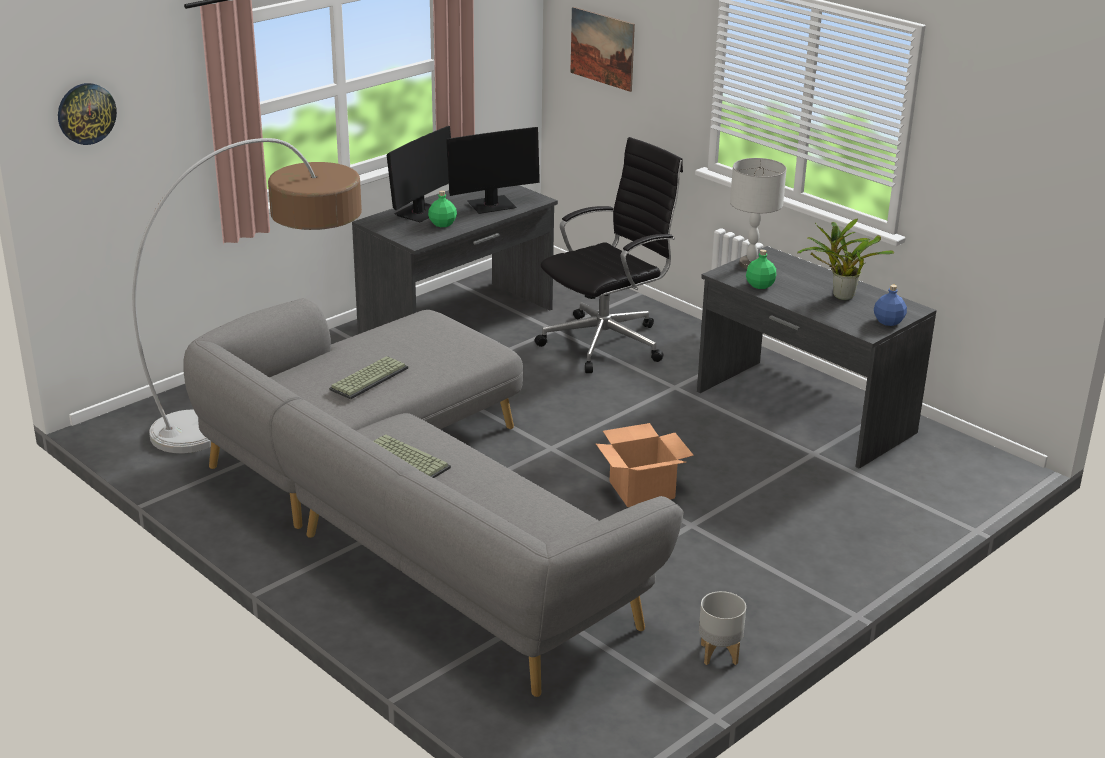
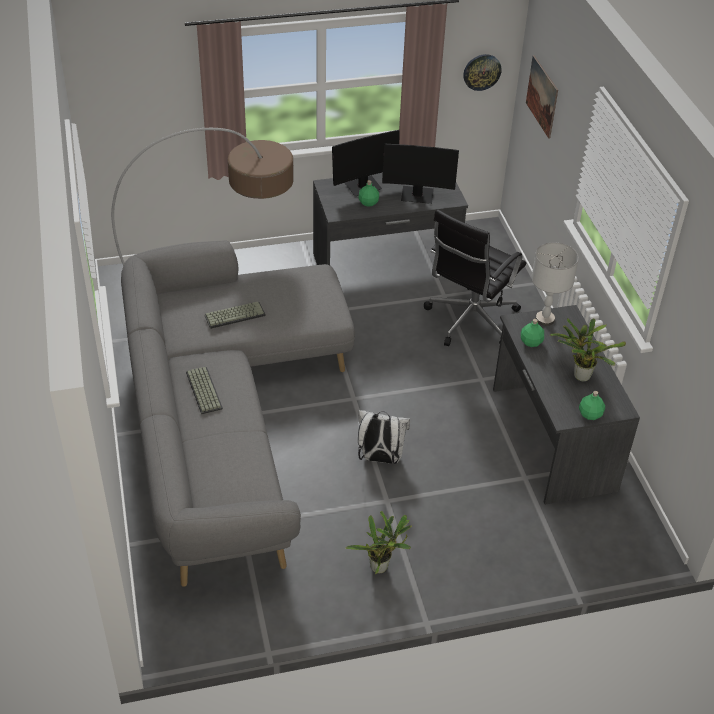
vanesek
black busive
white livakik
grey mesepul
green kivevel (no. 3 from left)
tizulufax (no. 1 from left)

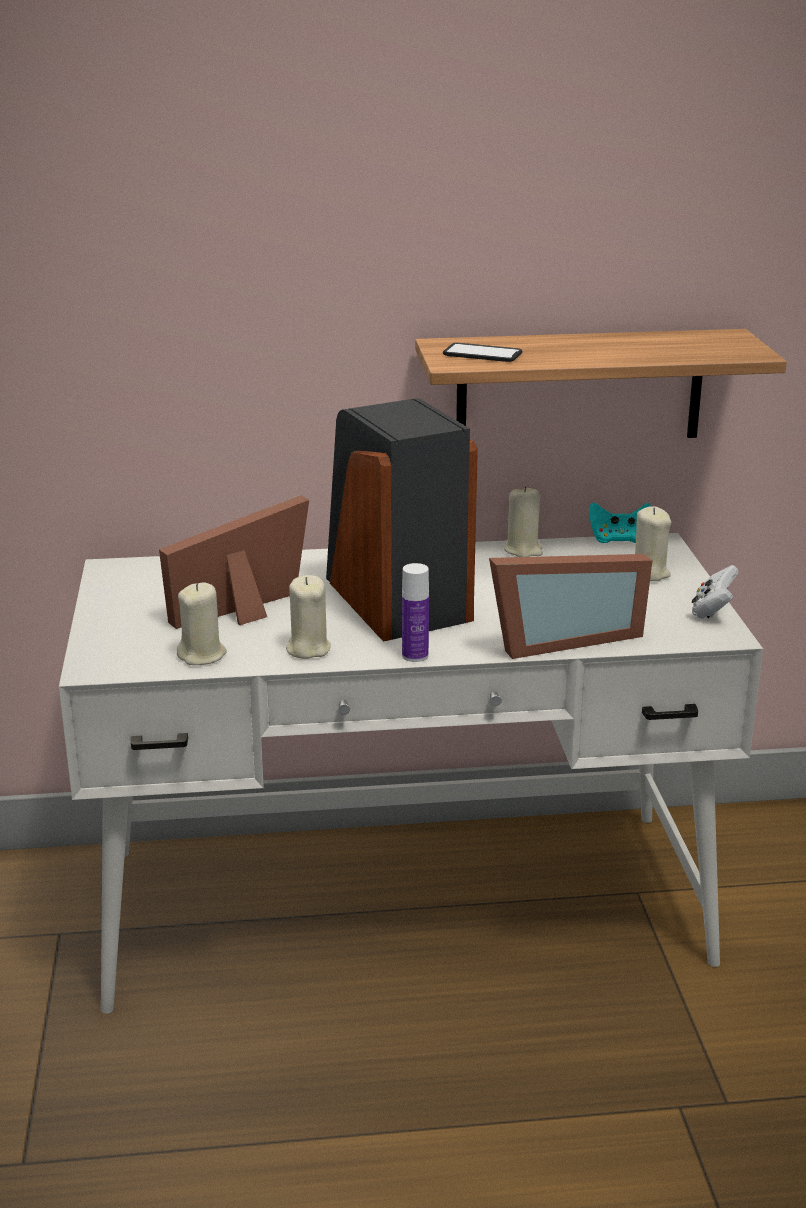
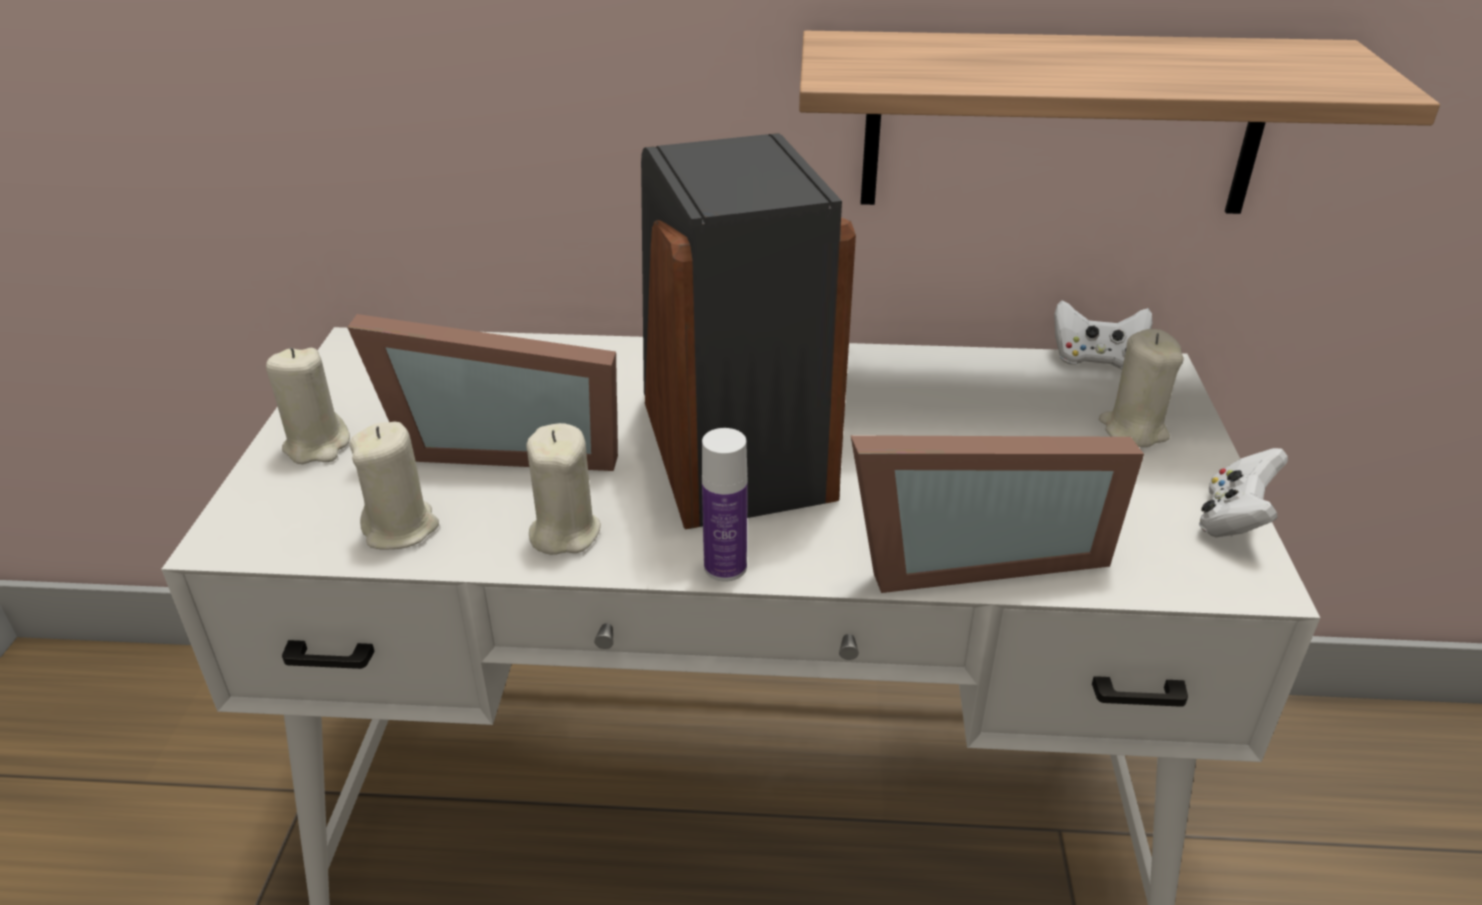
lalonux (no. 1 from left)
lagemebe
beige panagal (no. 1 from left)
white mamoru (no. 1 from left)

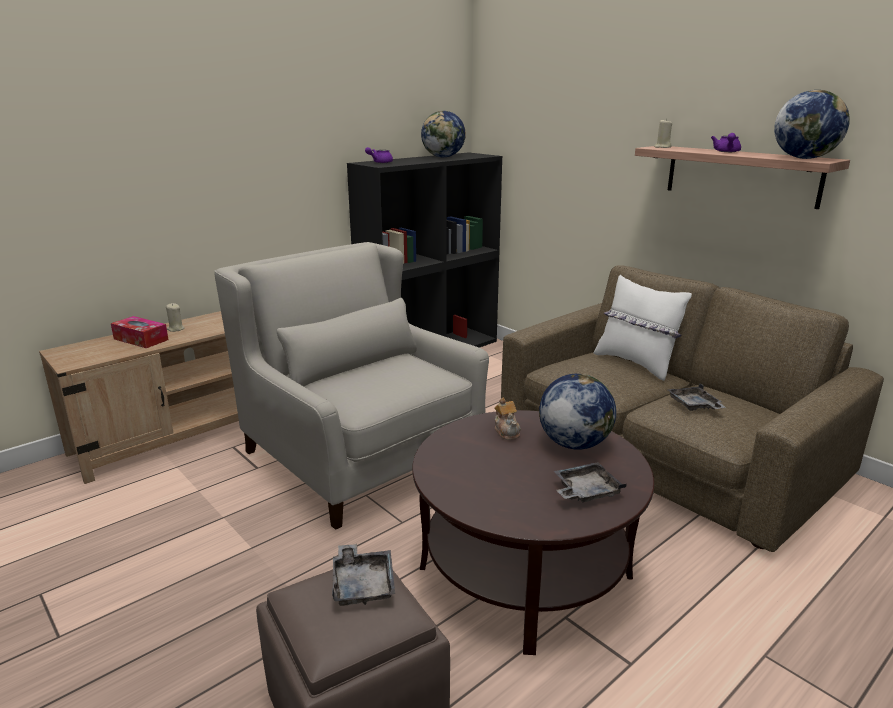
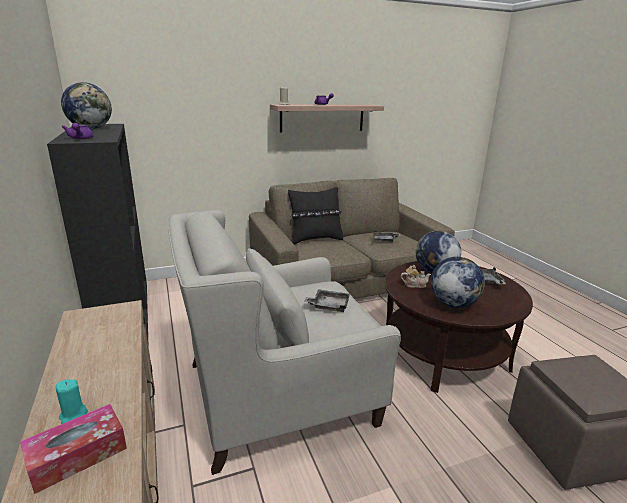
turquoise panagal
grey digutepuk (no. 1 from left)
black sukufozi
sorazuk (no. 3 from left)

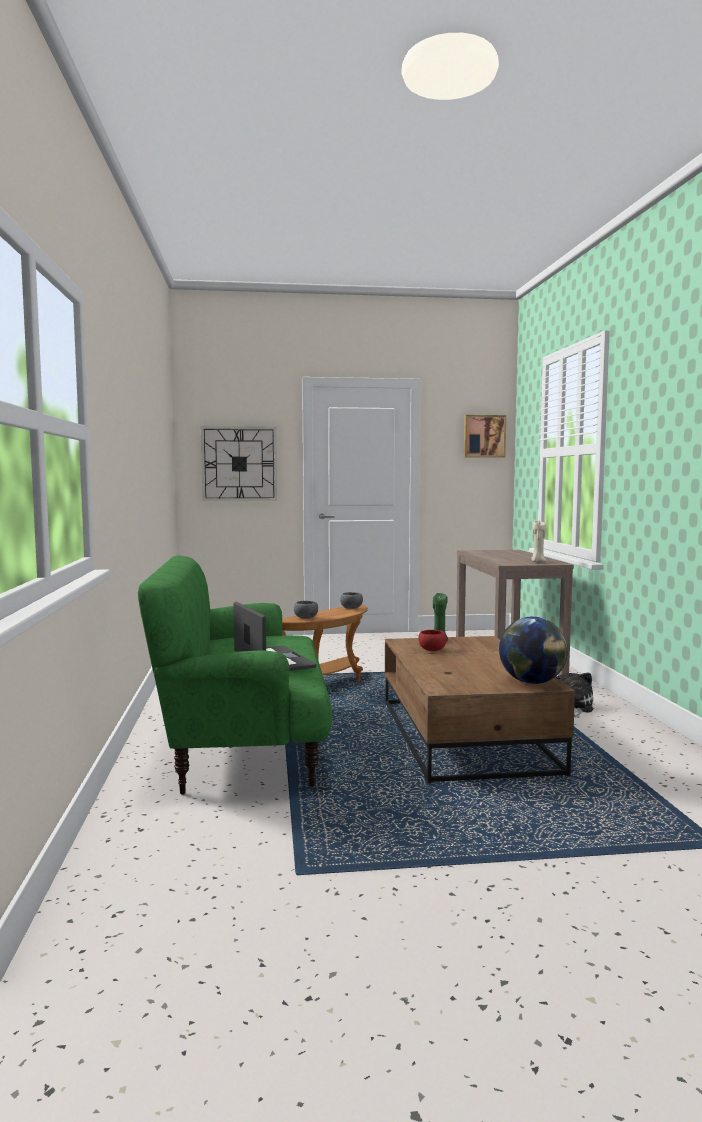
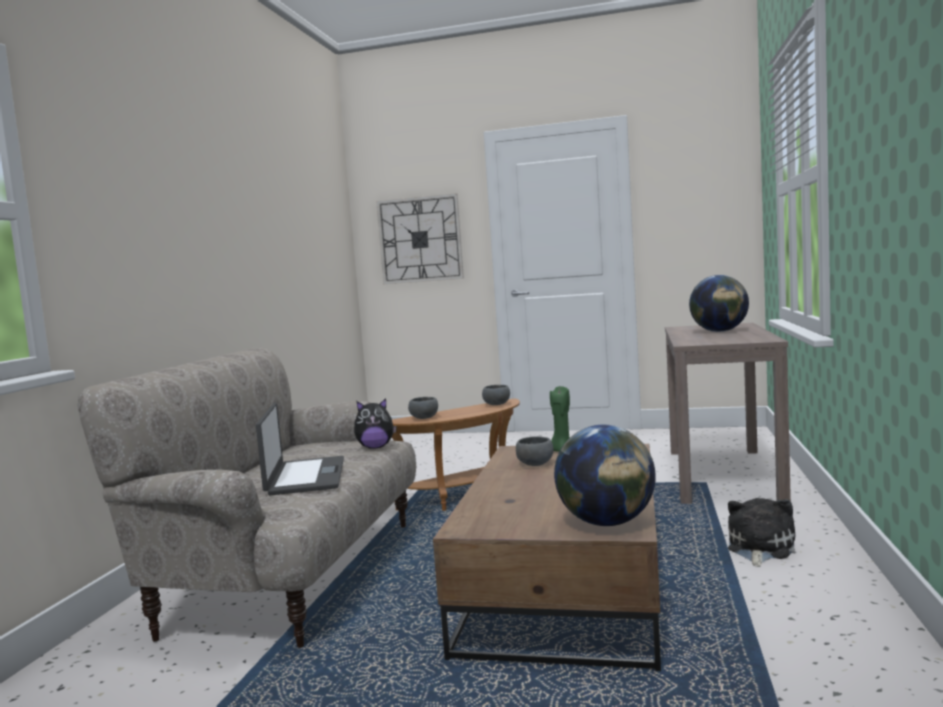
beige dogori
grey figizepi (no. 3 from left)
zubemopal
beige panagal
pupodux (no. 1 from left)
sorazuk (no. 2 from left)

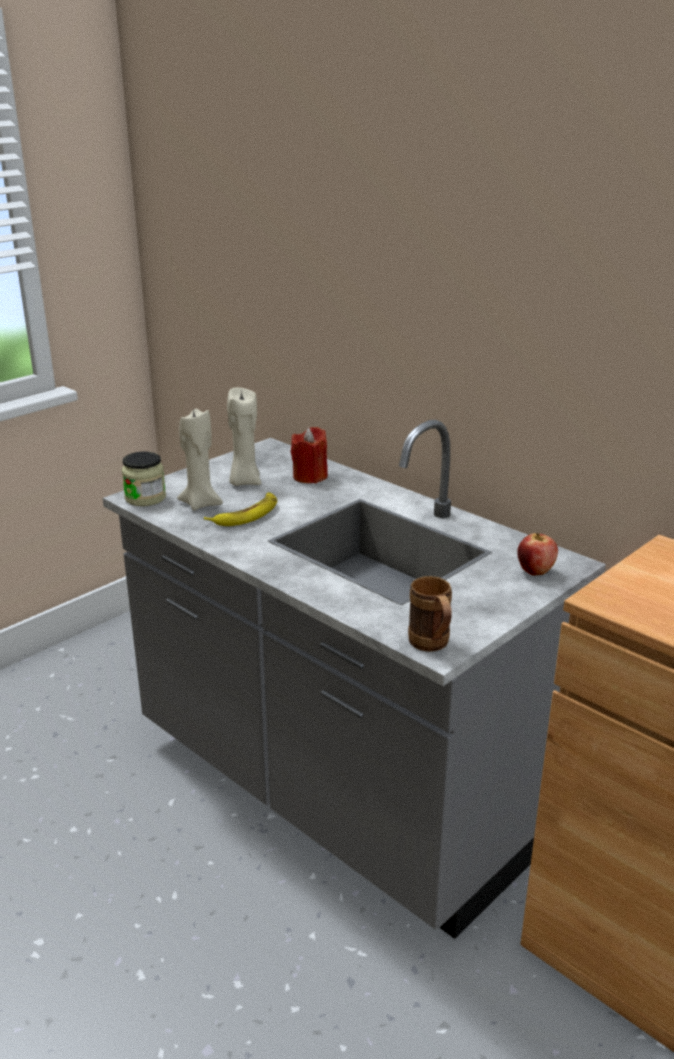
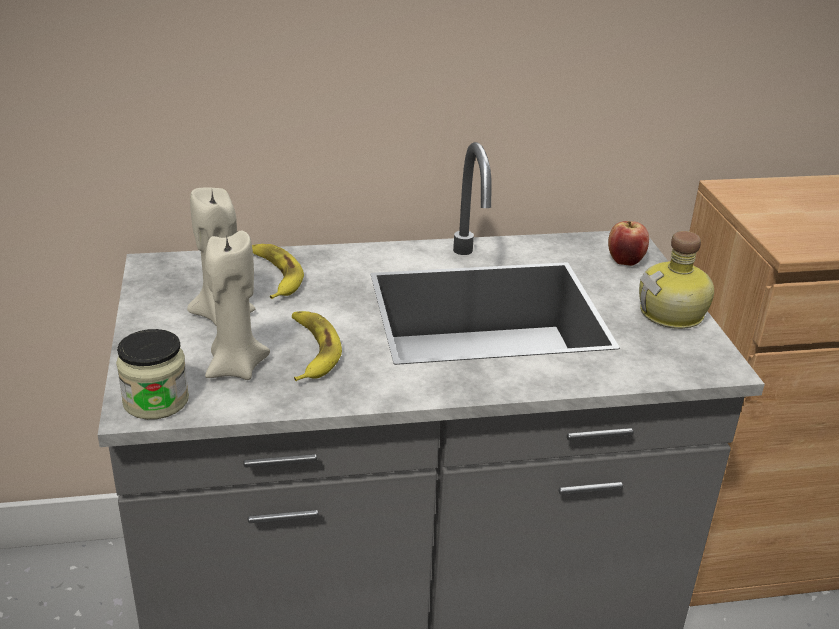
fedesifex (no. 1 from left)
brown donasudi
kivevel

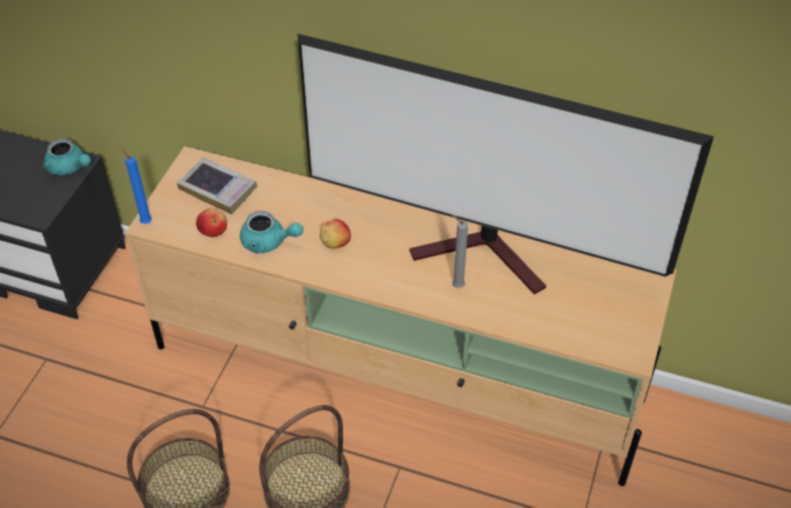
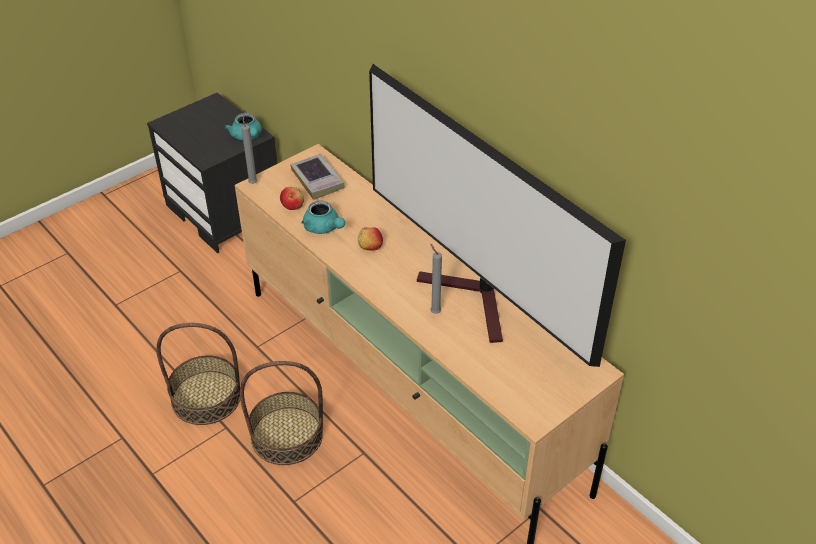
grey panagal (no. 1 from left)

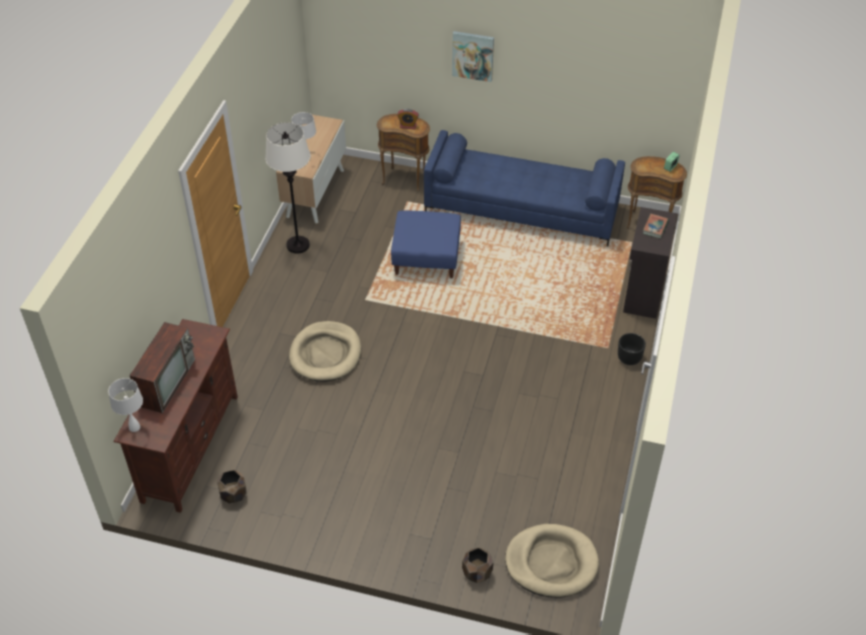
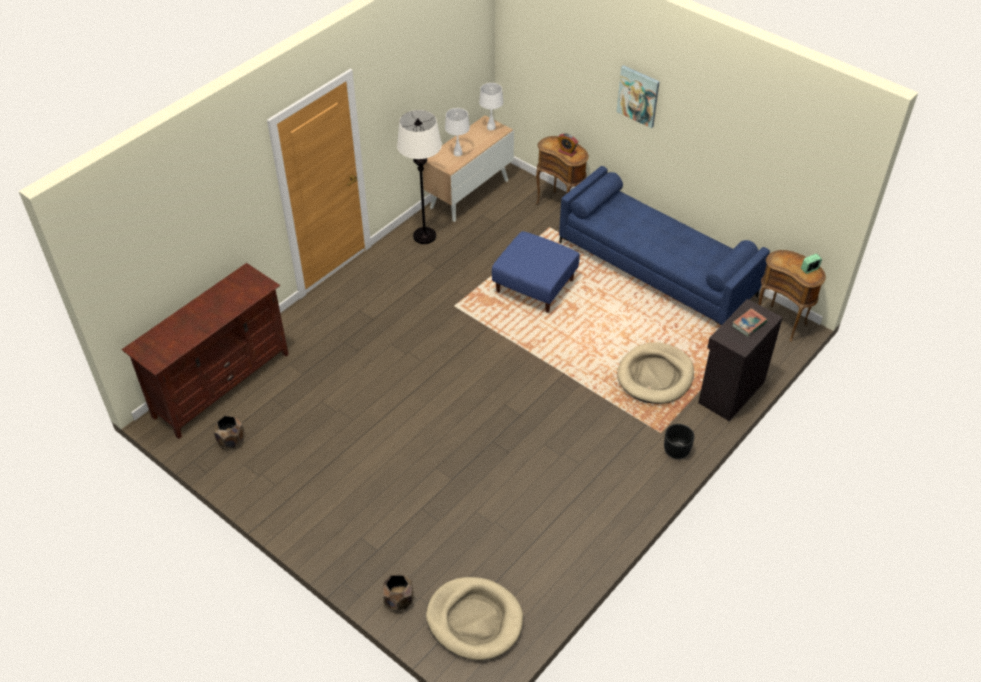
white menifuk (no. 2 from left)
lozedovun
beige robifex (no. 2 from left)

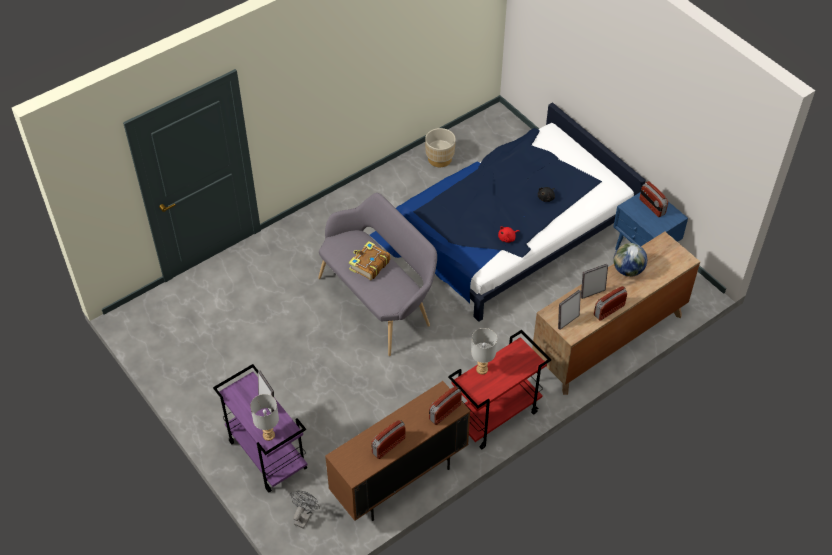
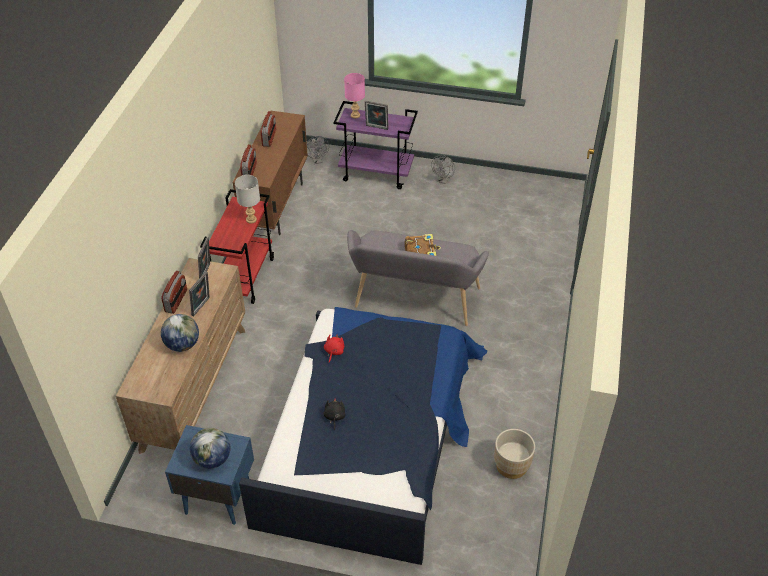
pink menifuk
sorazuk (no. 2 from left)
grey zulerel (no. 2 from left)

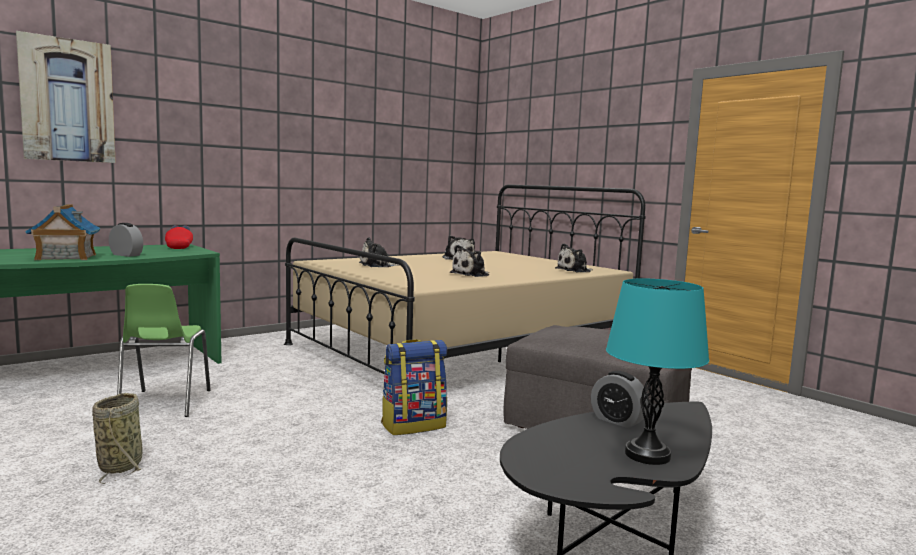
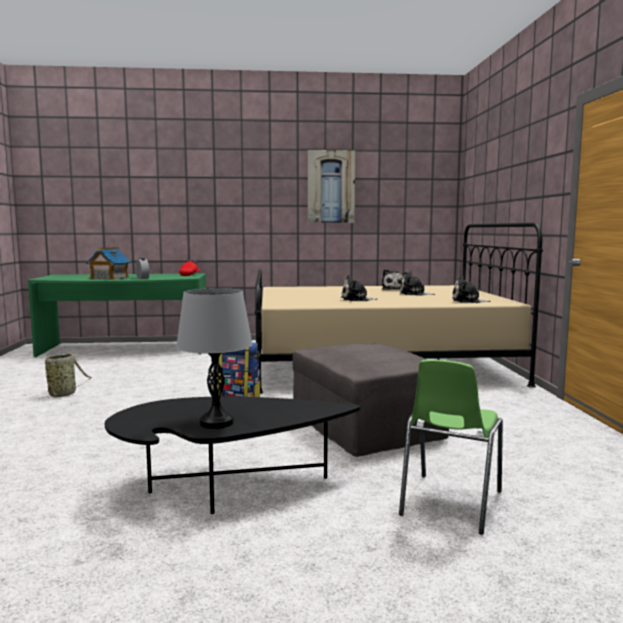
zubemopal
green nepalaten
pupodux (no. 3 from left)
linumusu (no. 2 from left in the first image)
grey menifuk

